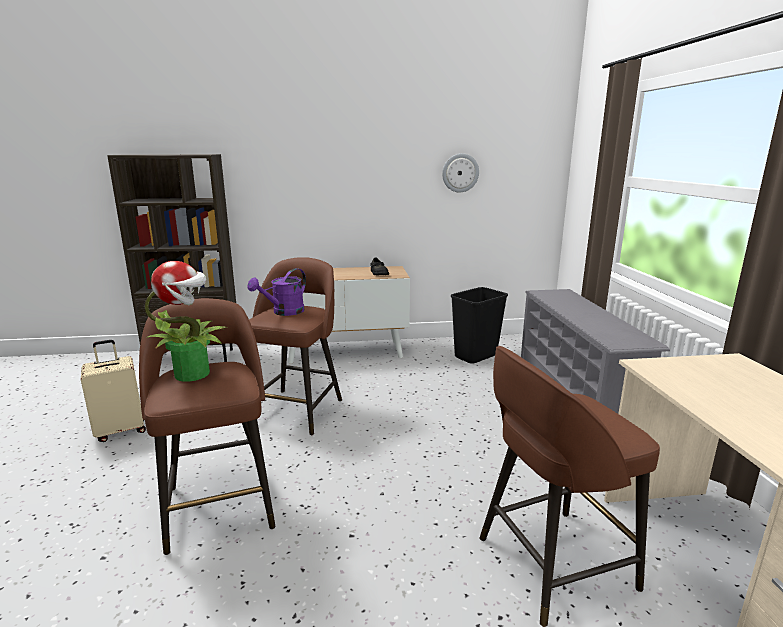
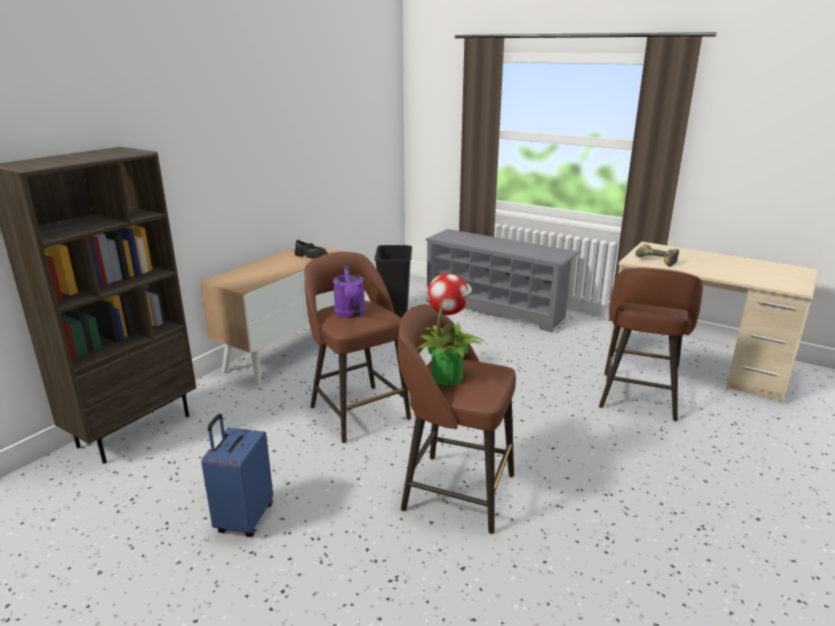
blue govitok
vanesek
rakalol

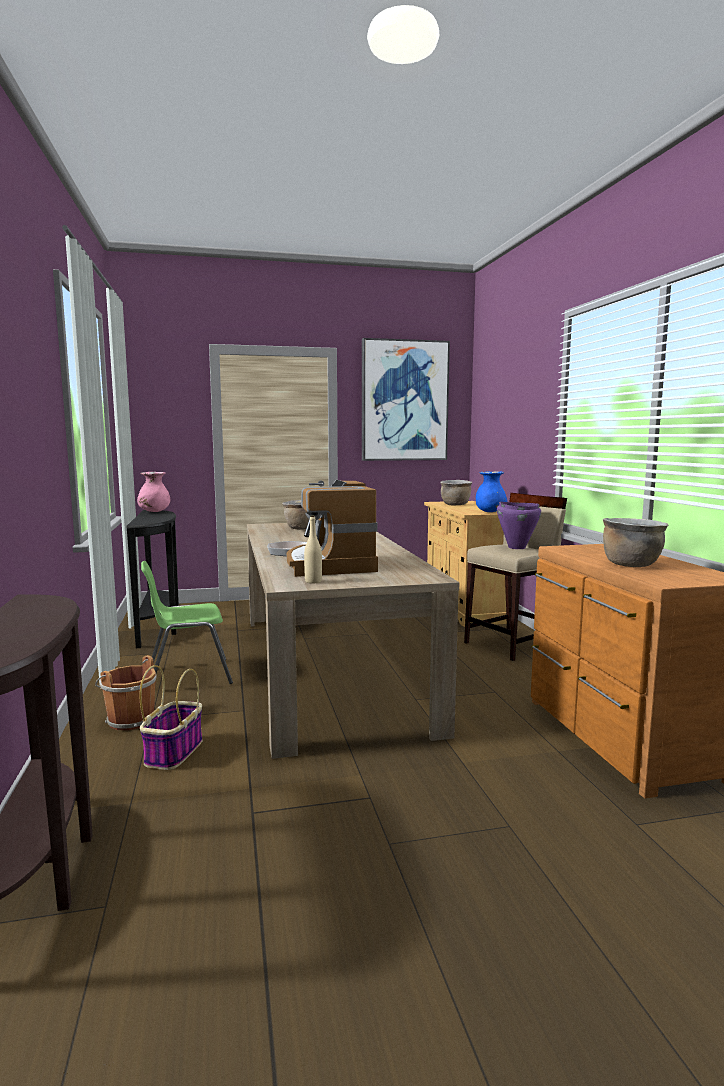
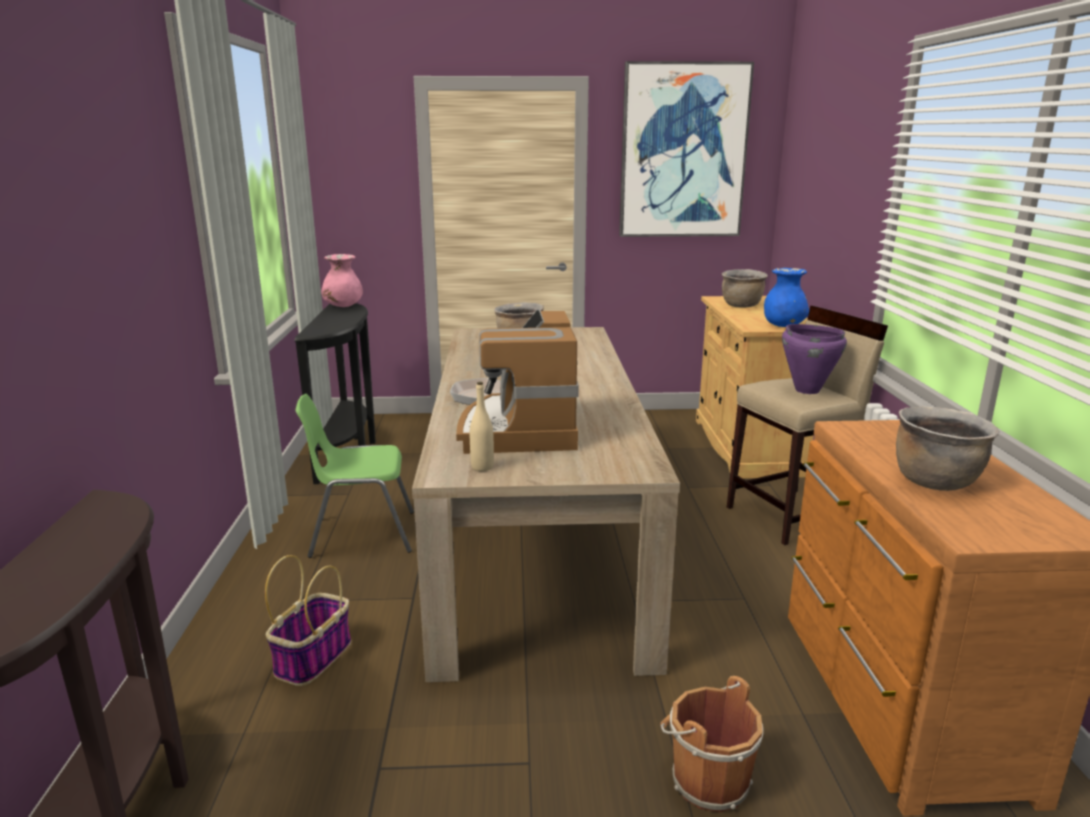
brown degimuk

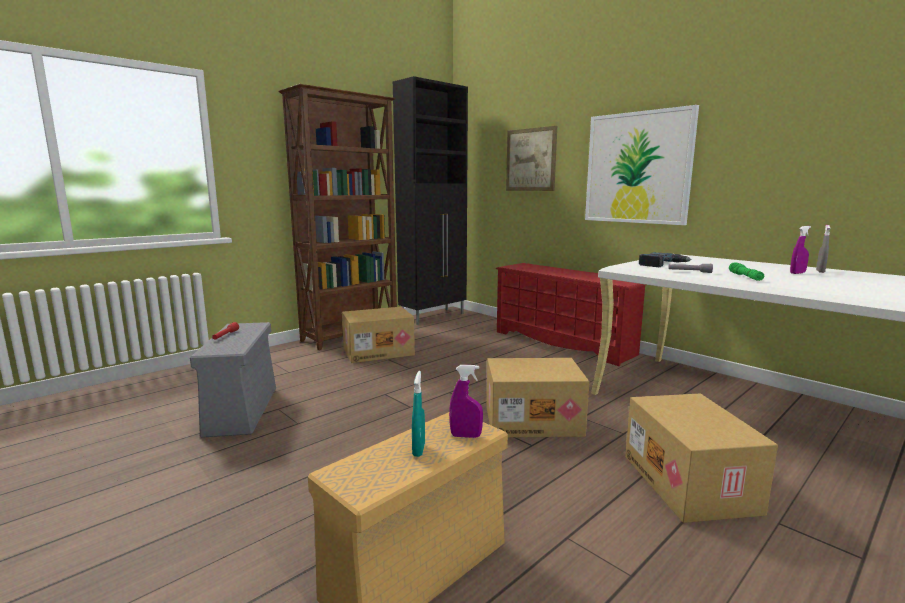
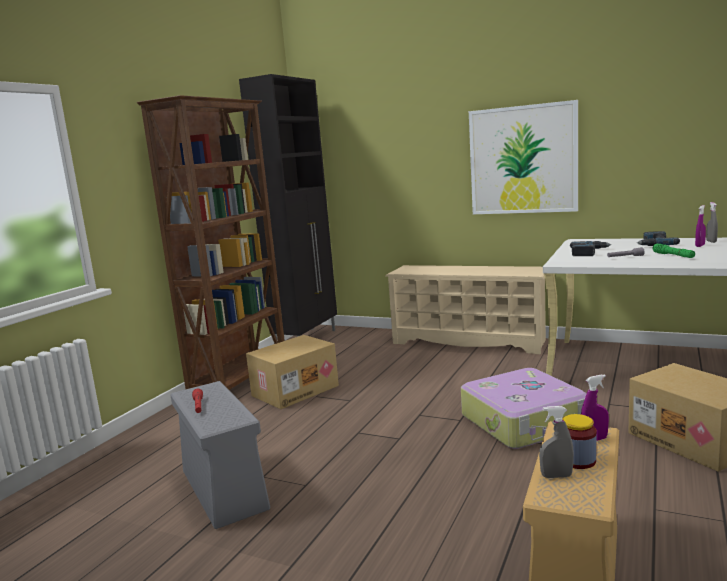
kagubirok
govitok
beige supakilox
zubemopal (no. 1 from left in the first image)
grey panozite (no. 1 from left)
rakalol (no. 2 from left)

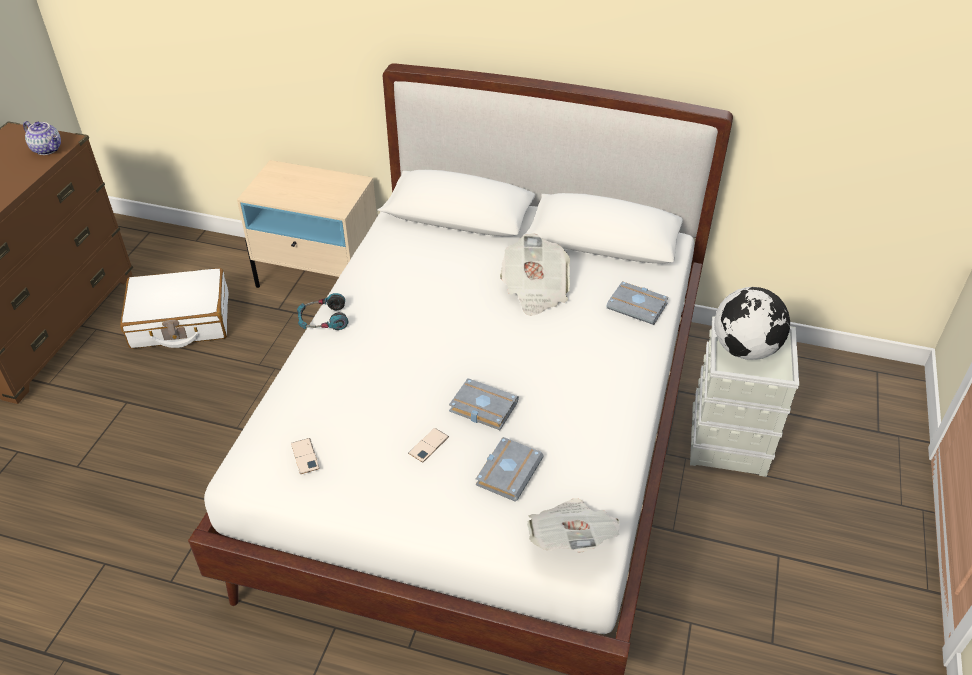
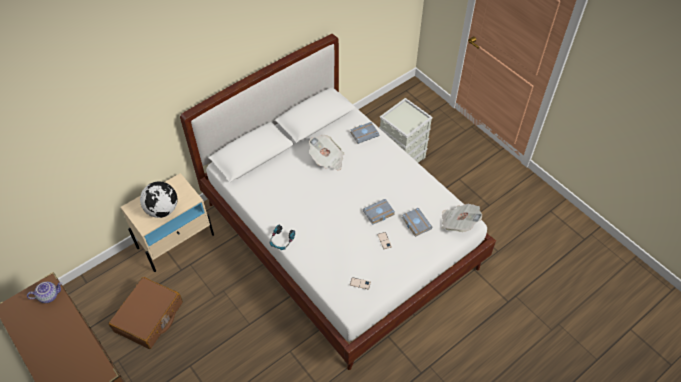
brown govitok
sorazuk

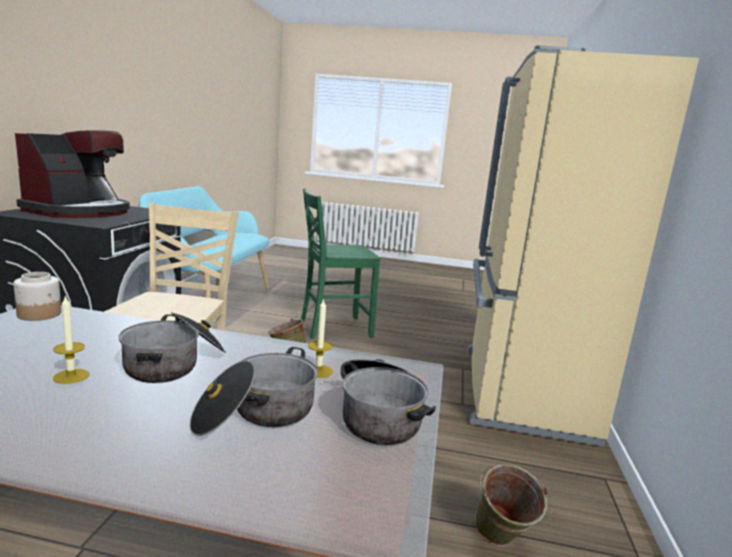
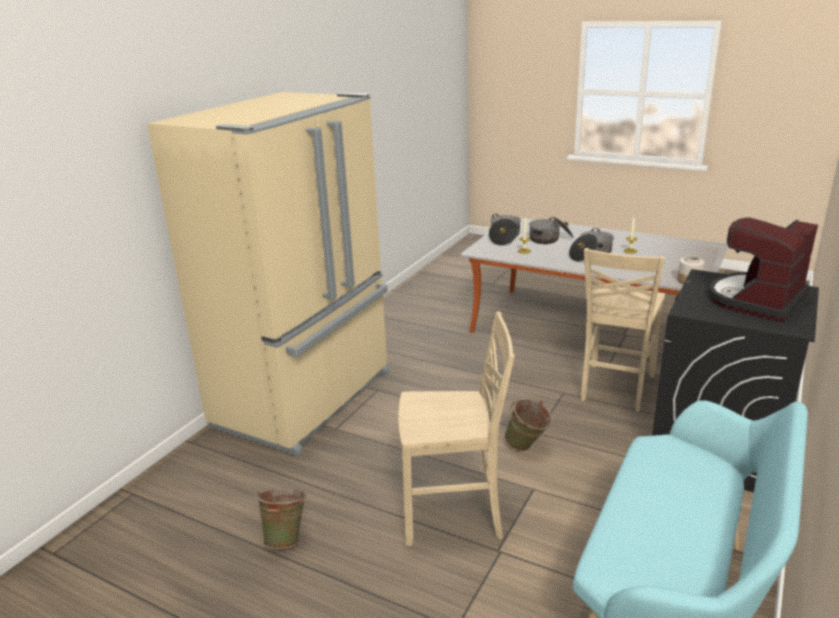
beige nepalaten (no. 1 from left)
green degimuk (no. 1 from left)

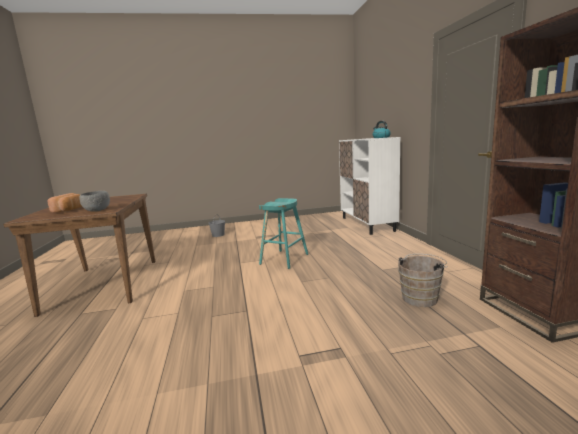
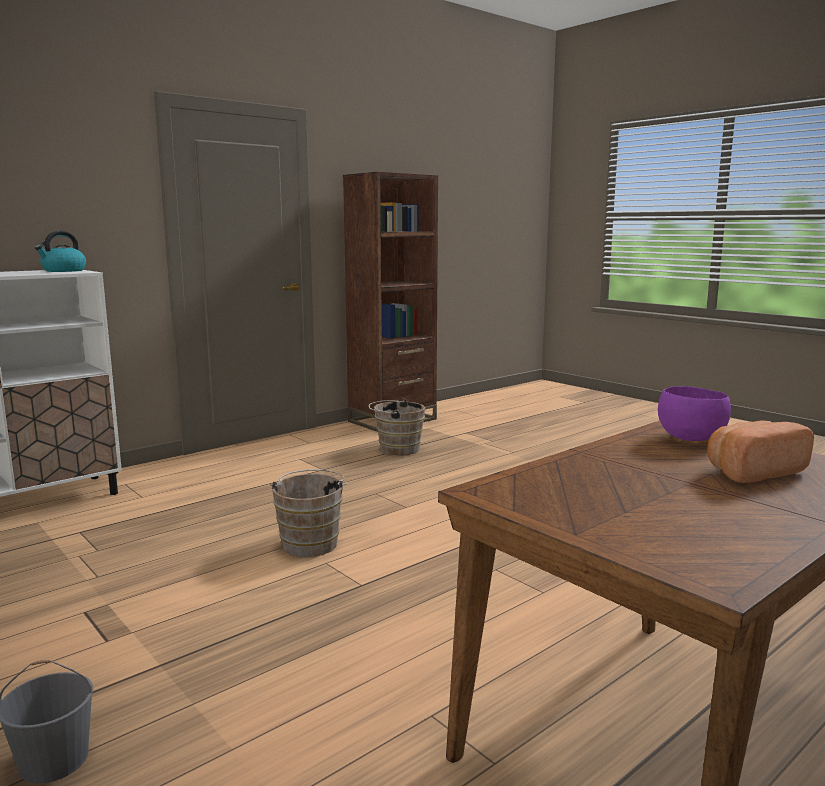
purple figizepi
brown degimuk (no. 1 from left)

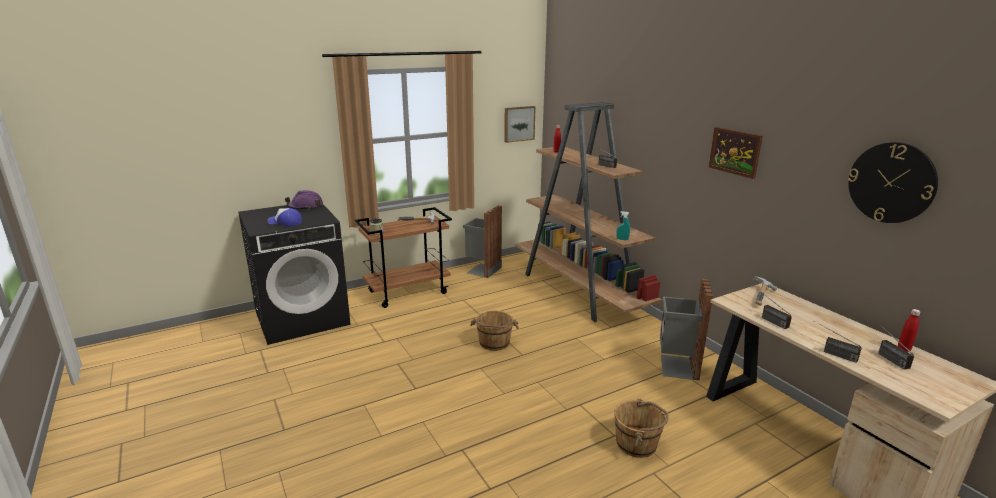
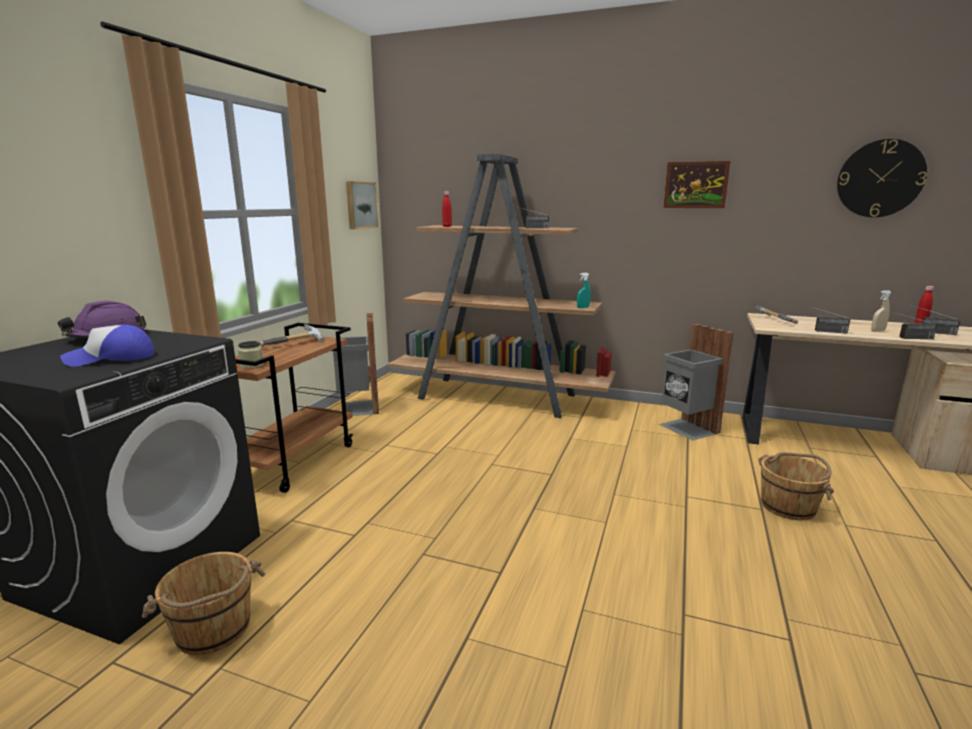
brown degimuk (no. 1 from left)
beige panozite

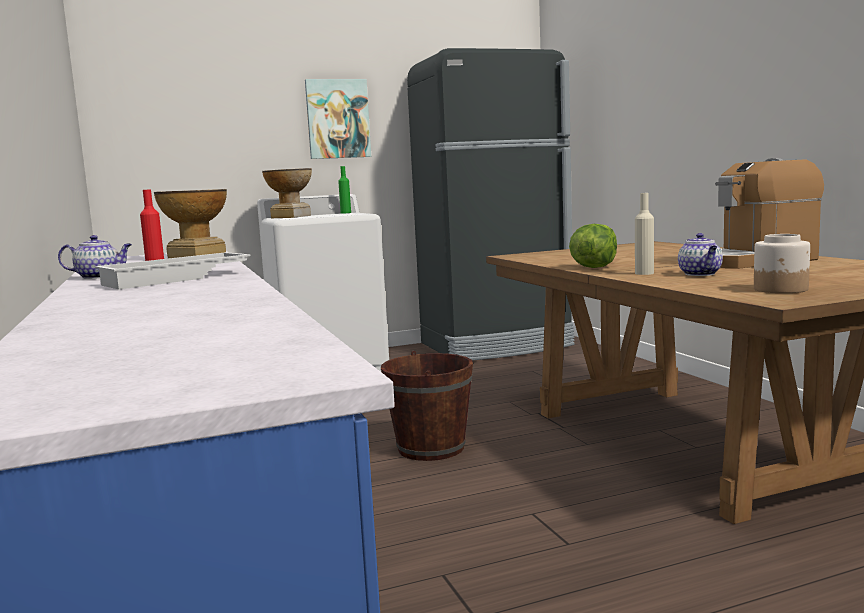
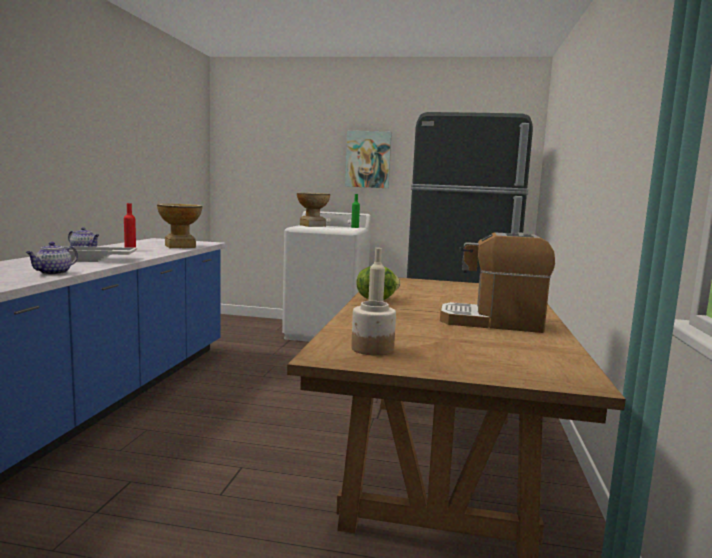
brown degimuk
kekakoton (no. 1 from left)

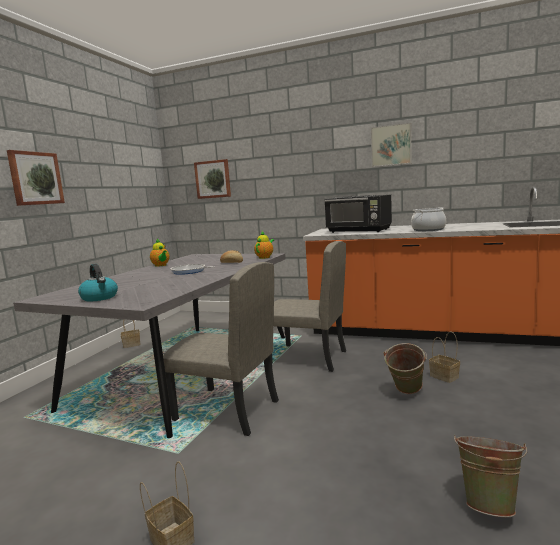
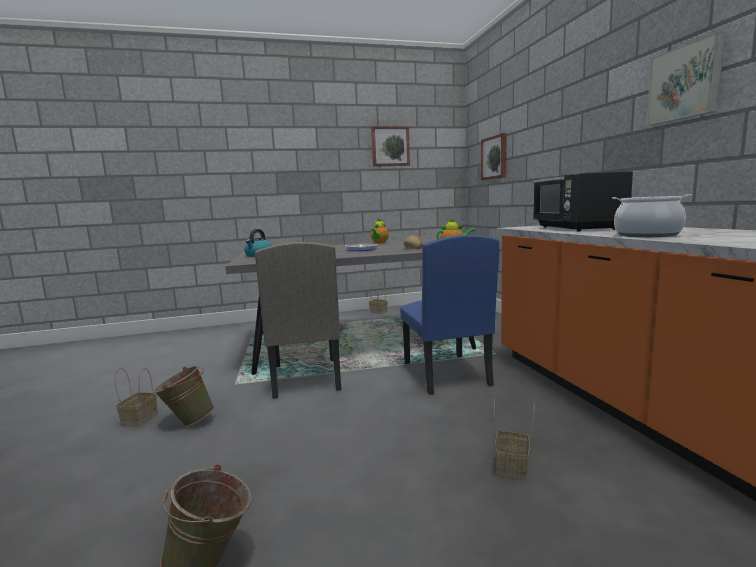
zubemopal (no. 1 from left)
blue nepalaten
green degimuk (no. 1 from left)

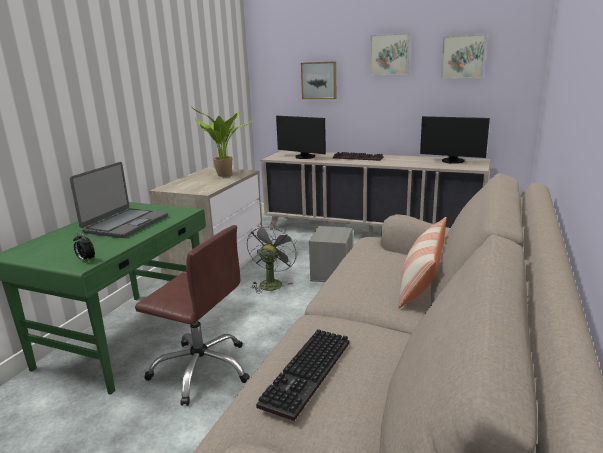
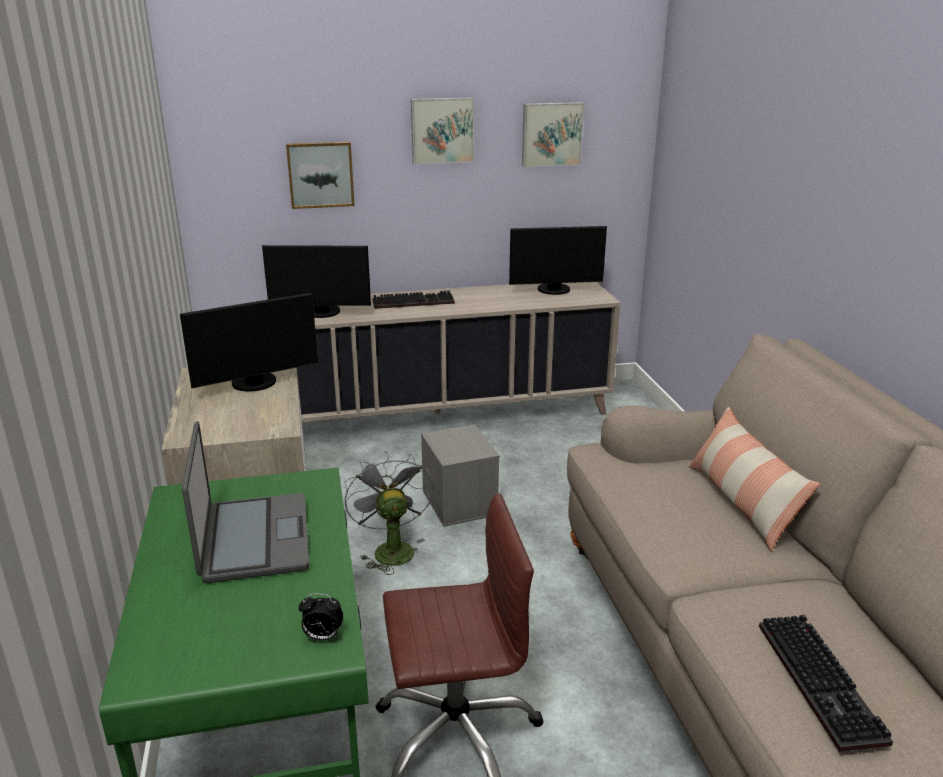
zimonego (no. 1 from left)

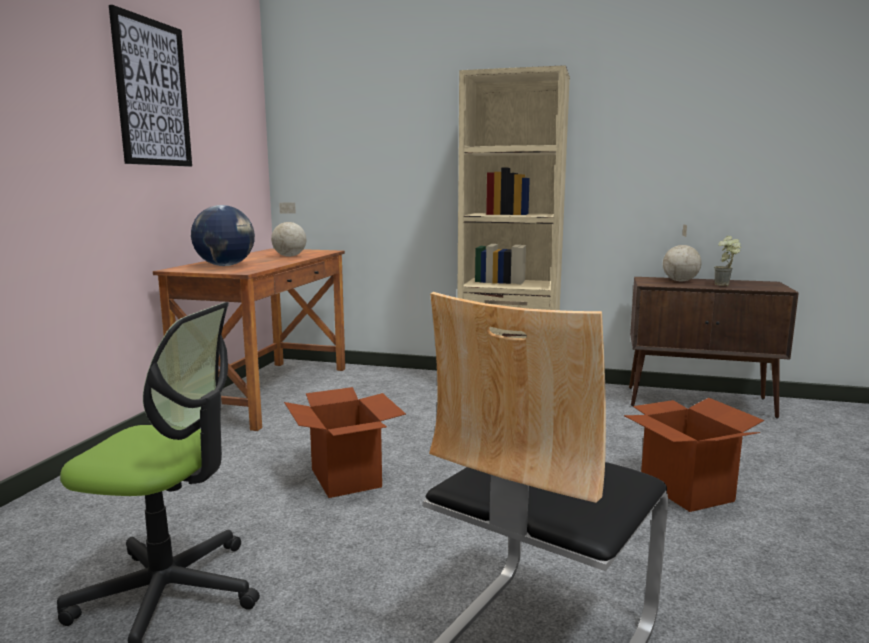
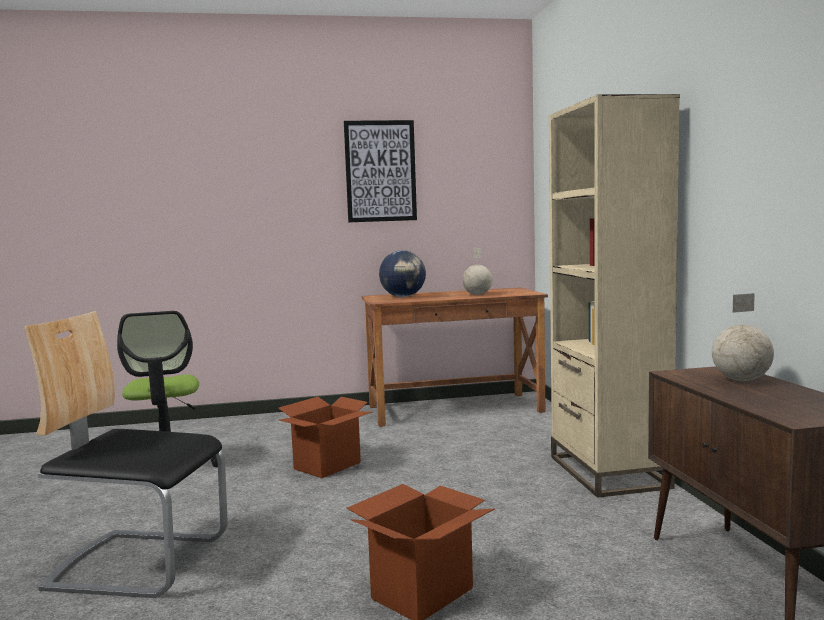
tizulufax

